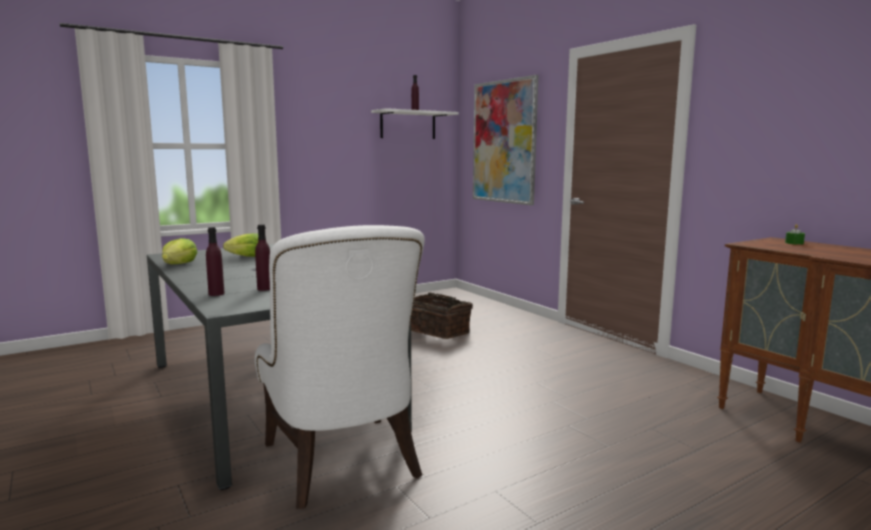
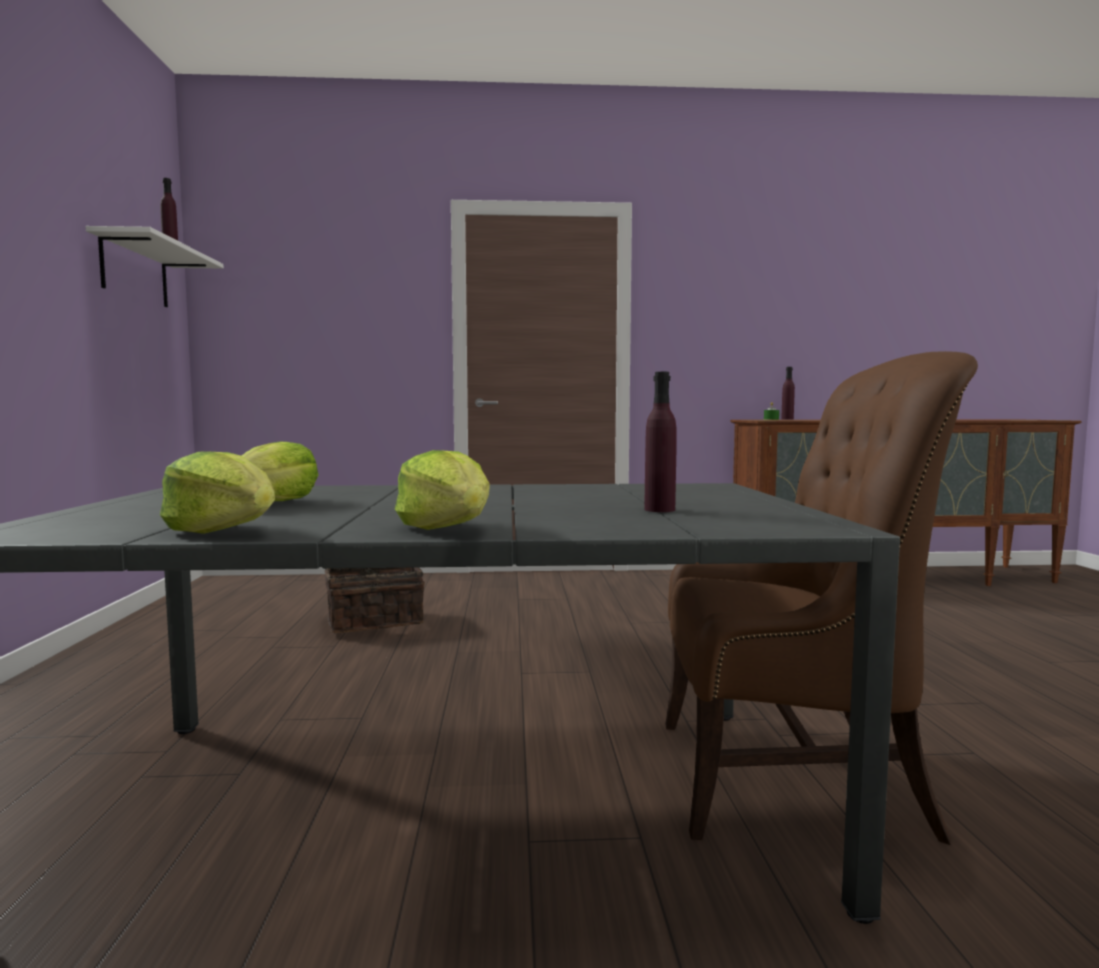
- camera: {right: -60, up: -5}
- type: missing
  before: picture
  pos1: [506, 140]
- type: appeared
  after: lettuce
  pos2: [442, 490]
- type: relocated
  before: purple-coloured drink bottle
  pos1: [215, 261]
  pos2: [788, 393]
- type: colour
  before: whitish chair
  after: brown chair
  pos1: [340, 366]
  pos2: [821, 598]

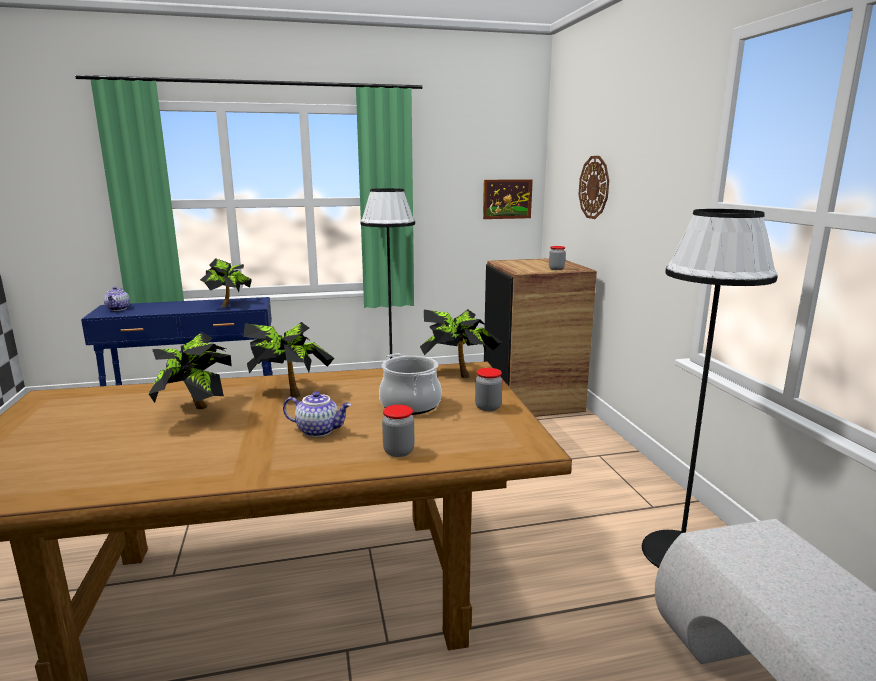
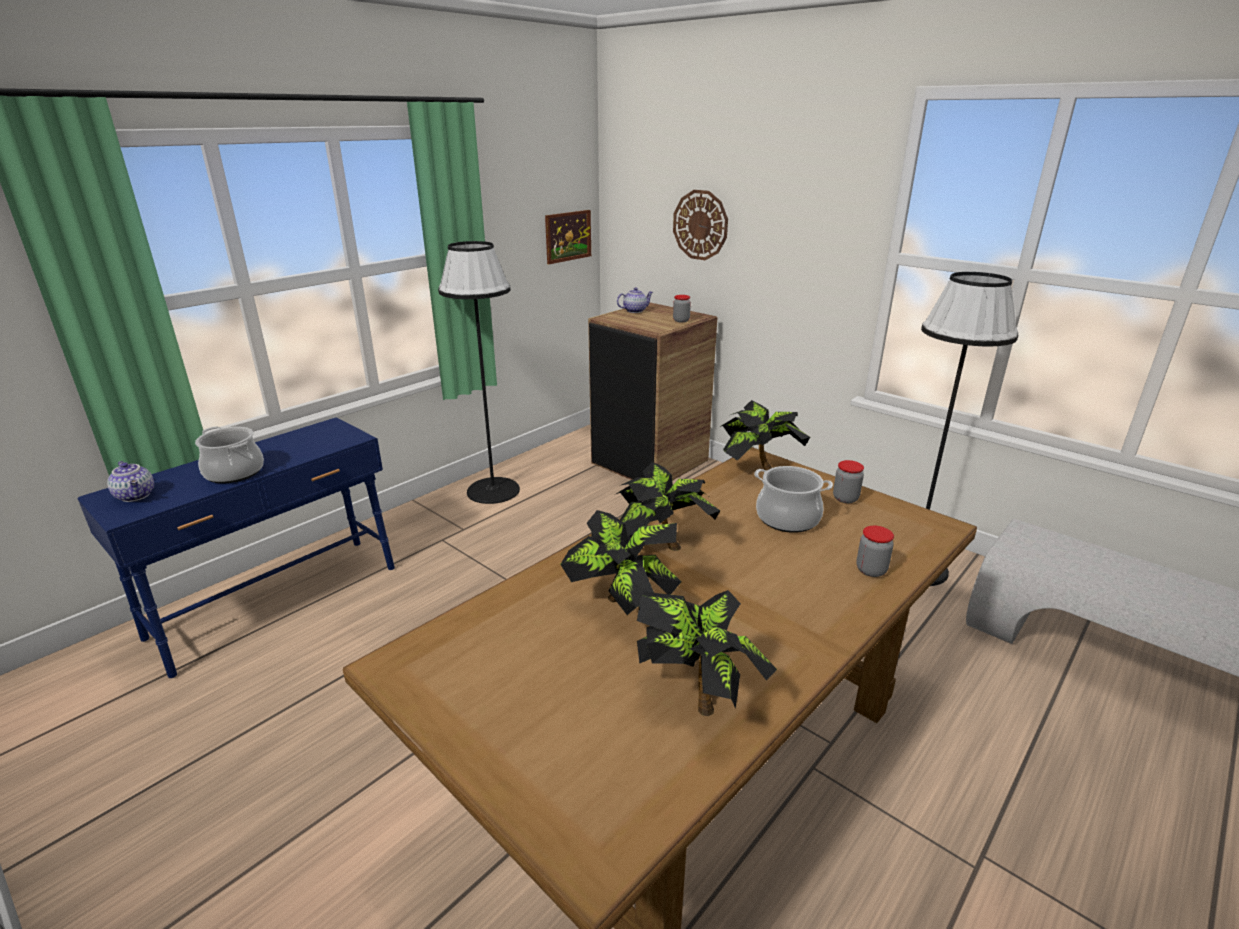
- camera: {right: -35, up: 10}
- type: appeared
  after: stockpot
  pos2: [229, 454]
- type: relocated
  before: plant in a pot
  pos1: [226, 282]
  pos2: [707, 653]
- type: relocated
  before: teapot
  pos1: [317, 414]
  pos2: [635, 300]

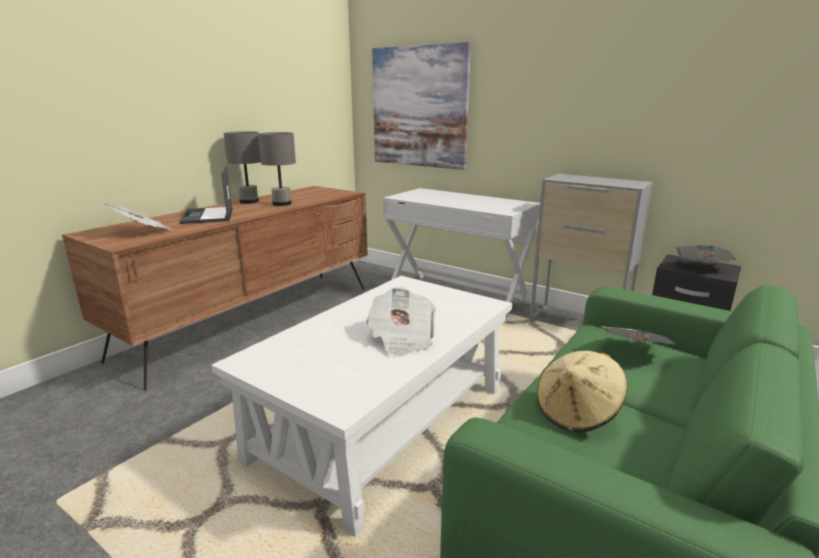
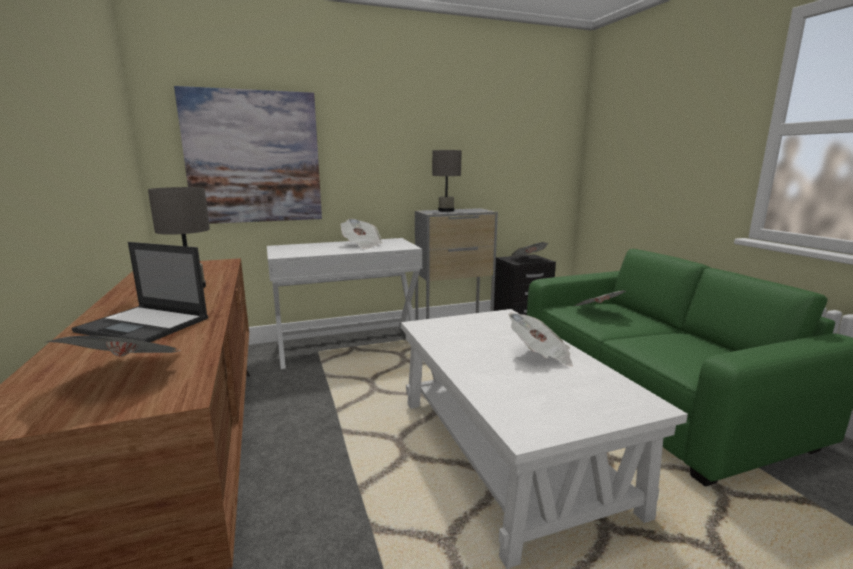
- camera: {right: -55, up: -5}
- type: missing
  before: sand-coloured wearable hat
  pos1: [582, 392]
- type: appeared
  after: printed paper
  pos2: [362, 234]
- type: relocated
  before: greyish lamp for a table
  pos1: [242, 167]
  pos2: [446, 181]

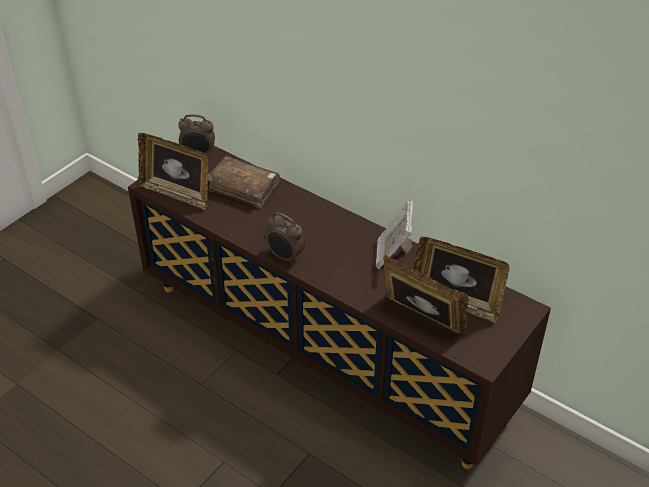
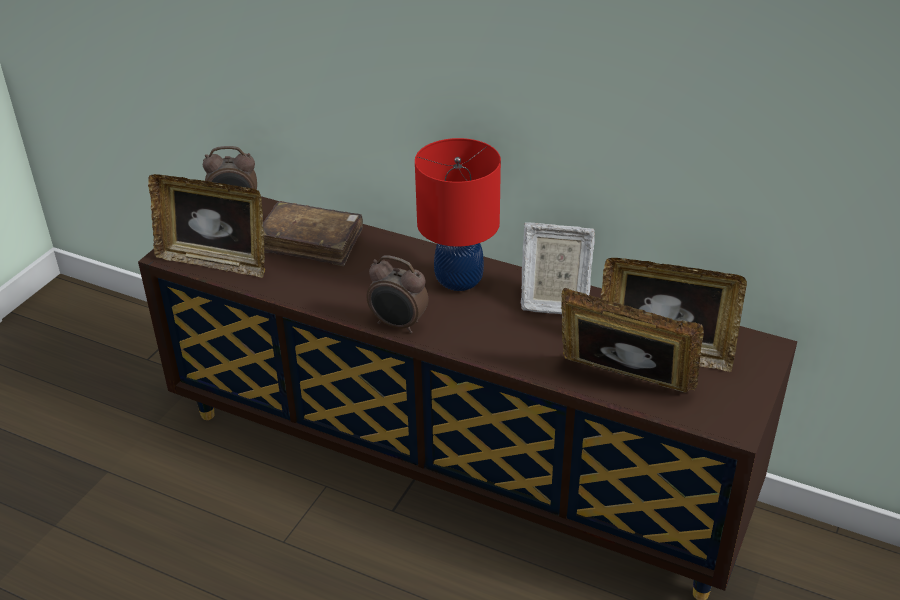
- camera: {right: -10, up: -5}
- type: appeared
  after: red-coloured lamp for a table
  pos2: [458, 214]
- type: spun
  before: photo frame
  pos1: [394, 234]
  pos2: [558, 268]
  turn: -75

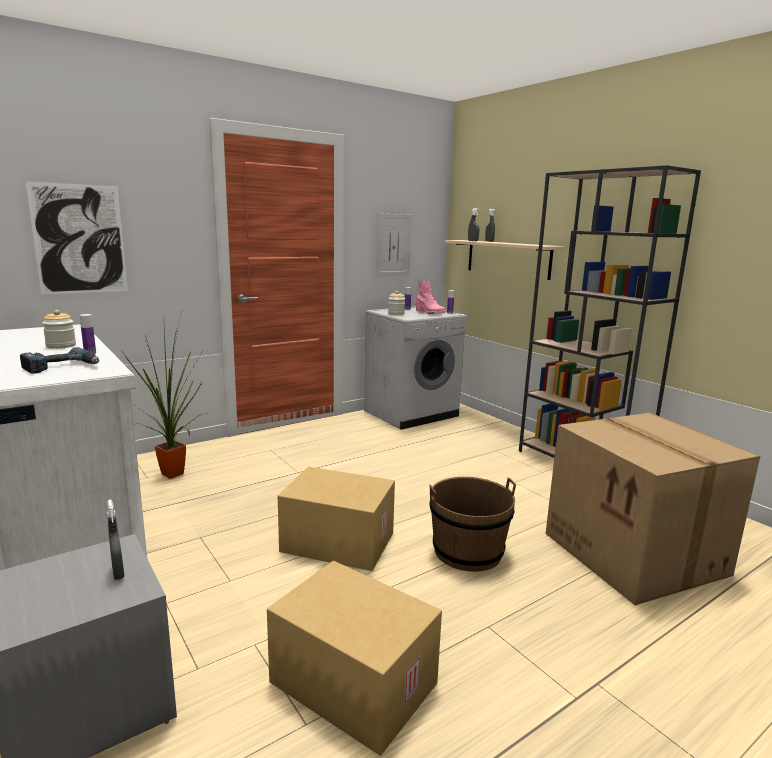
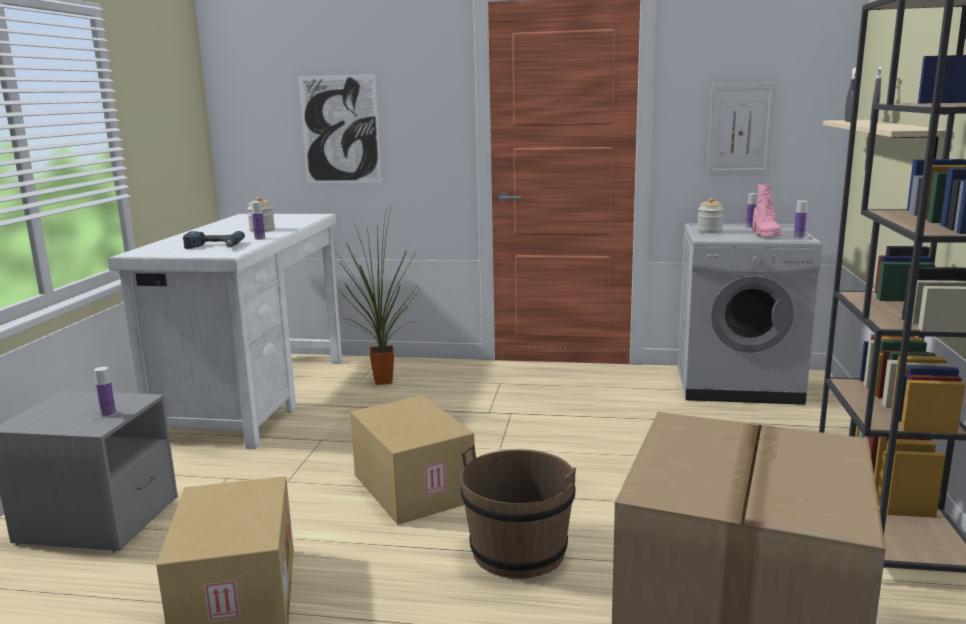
- camera: {right: 45, up: 0}
- type: exchanged
  before: greyish spray bottle
  after: drink bottle
  pos1: [115, 539]
  pos2: [105, 392]

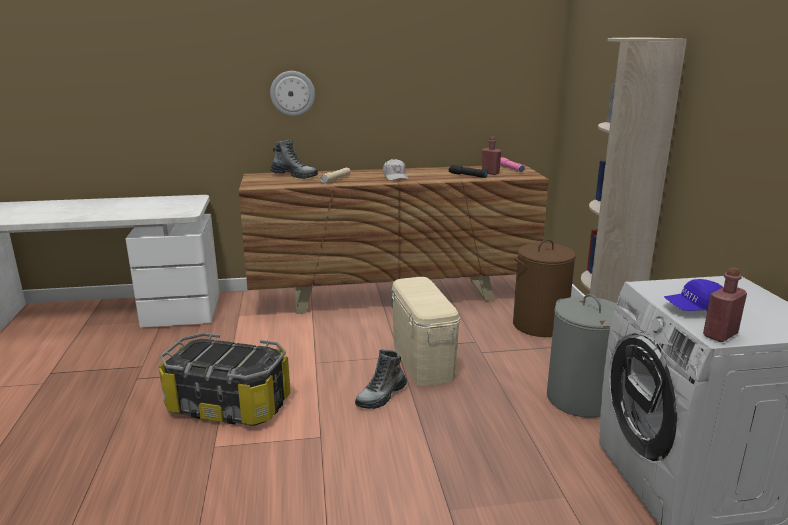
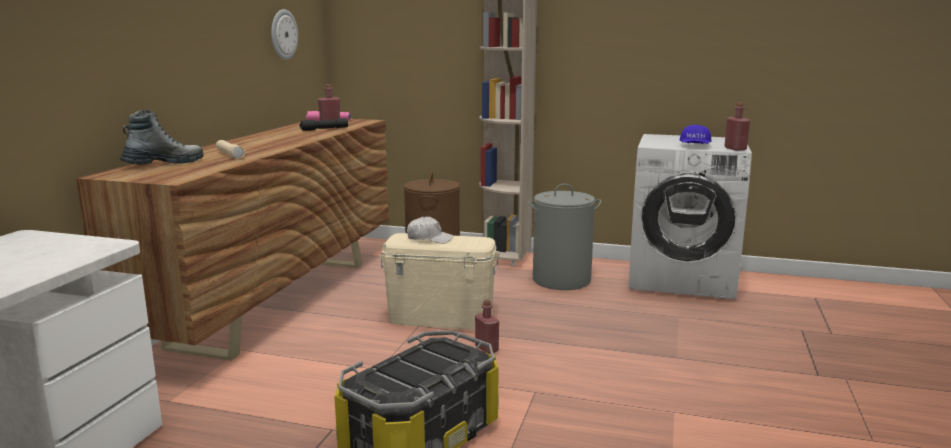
- camera: {right: -65, up: -5}
- type: relocated
  before: clock on the wall
  pos1: [292, 93]
  pos2: [284, 34]
- type: relocated
  before: whitish cap
  pos1: [395, 170]
  pos2: [430, 230]
- type: exchanged
  before: boot
  after: red-coloured drink bottle
  pos1: [381, 379]
  pos2: [487, 327]

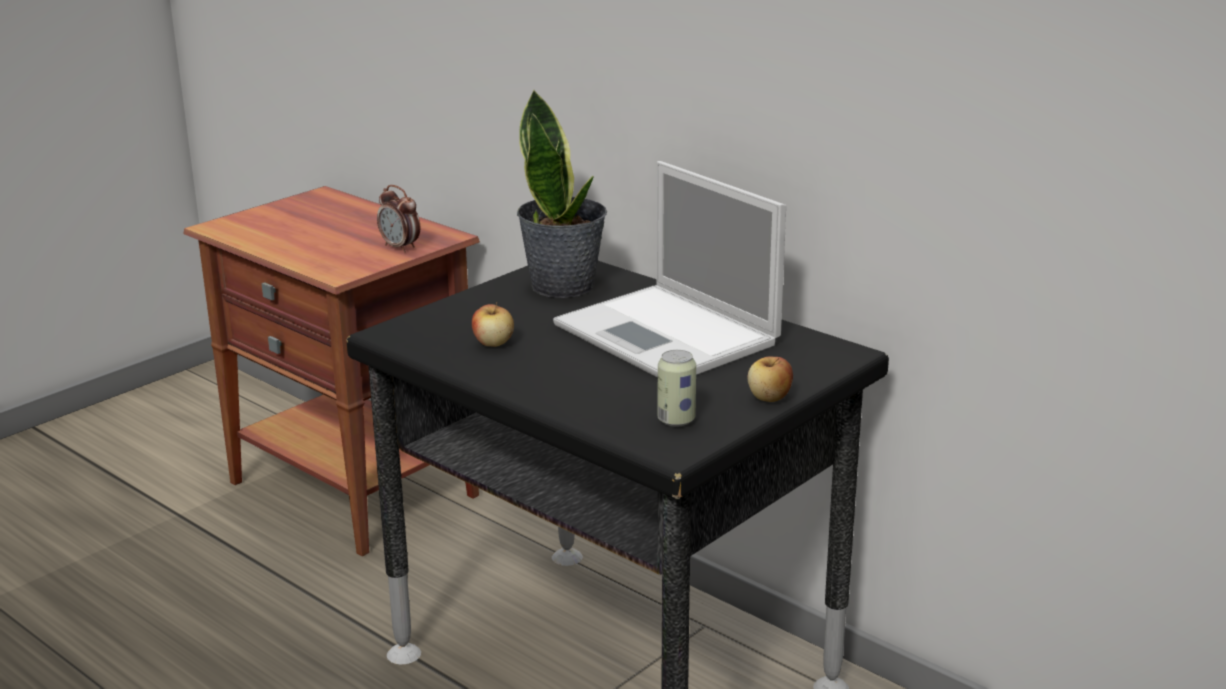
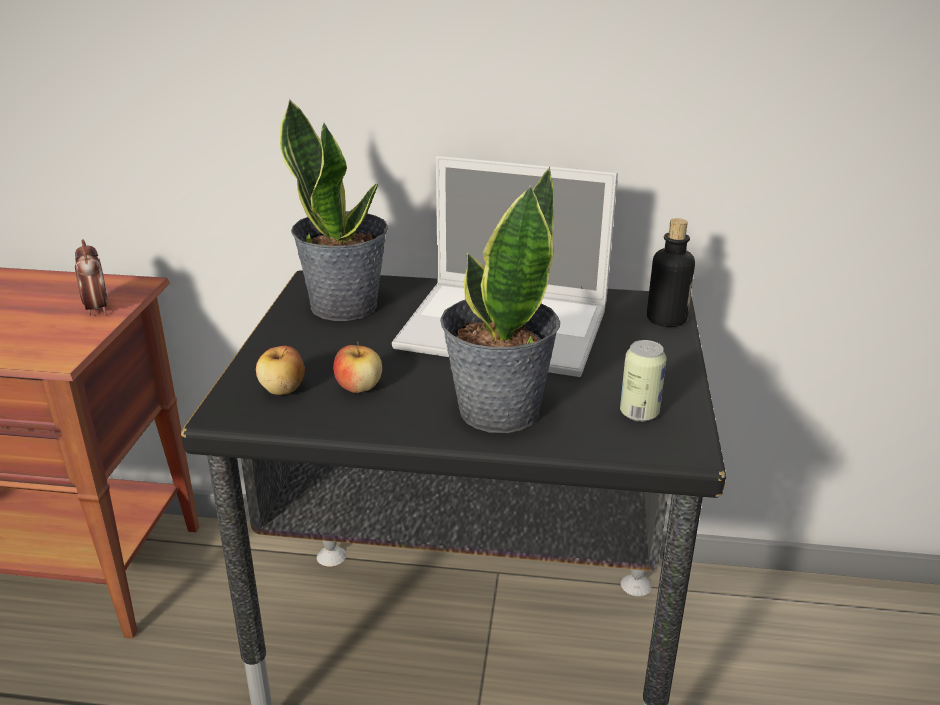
- camera: {right: -35, up: 5}
- type: appeared
  after: plant in a pot
  pos2: [500, 300]
- type: appeared
  after: drink bottle
  pos2: [671, 272]
- type: relocated
  before: apple fruit
  pos1: [770, 379]
  pos2: [280, 370]
- type: spun
  before: table clock
  pos1: [398, 219]
  pos2: [92, 277]
  turn: -120

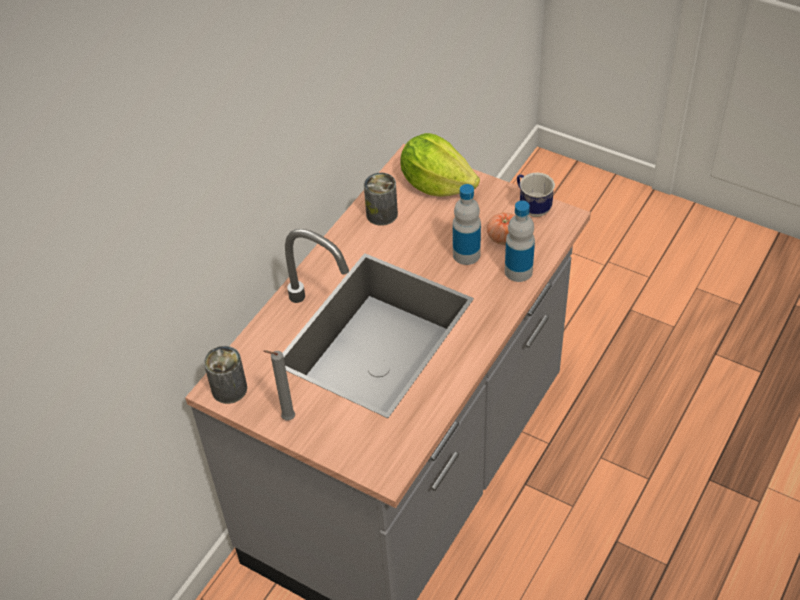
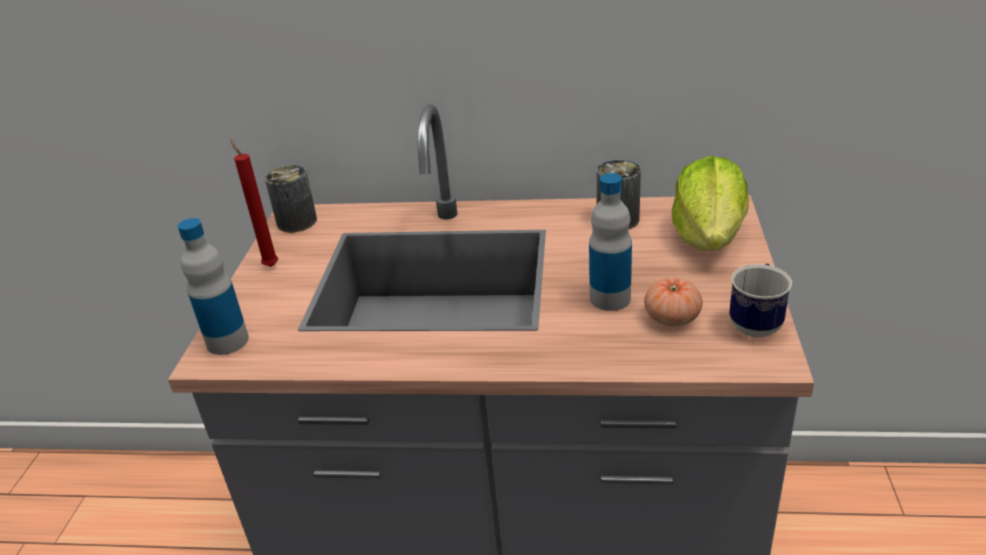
- camera: {right: 65, up: -15}
- type: relocated
  before: drink bottle
  pos1: [520, 241]
  pos2: [213, 286]
- type: colour
  before: greyish wax candle
  after: red-coloured wax candle
  pos1: [279, 385]
  pos2: [254, 203]

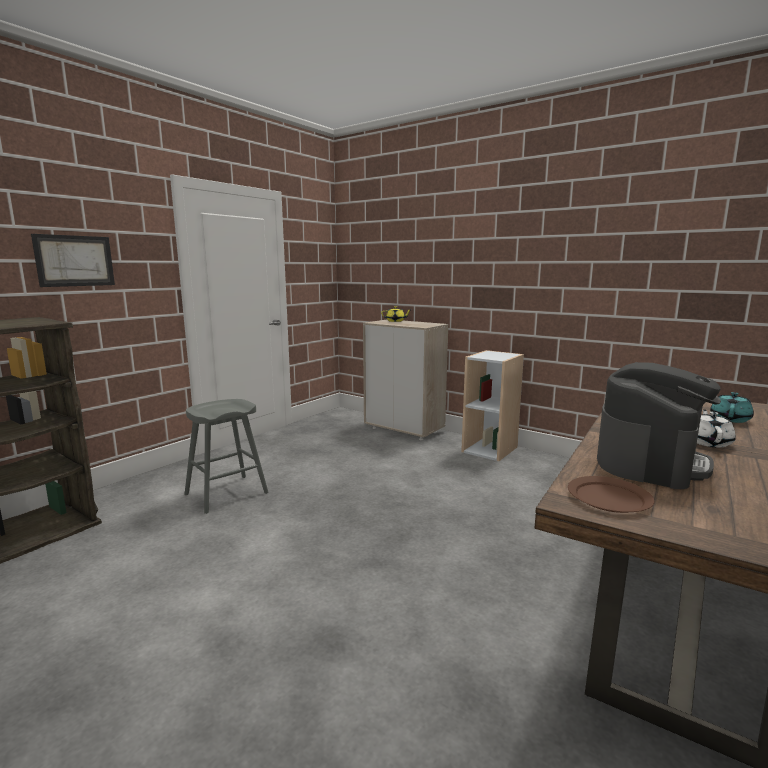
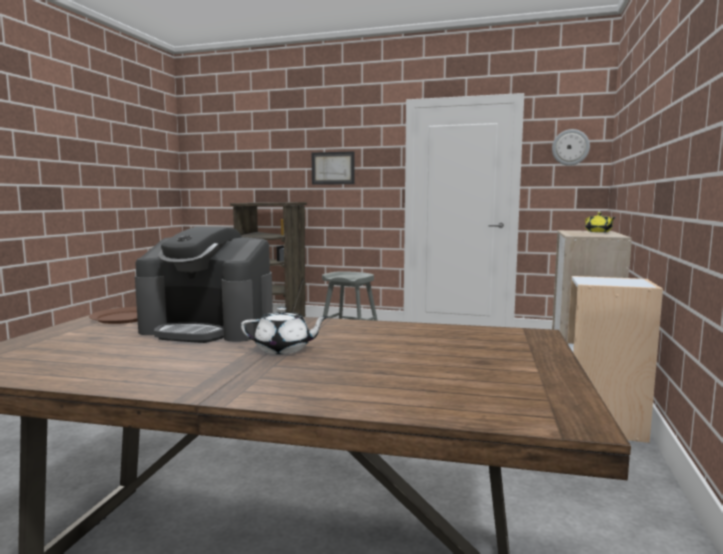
- camera: {right: 70, up: -5}
- type: missing
  before: blue-green teapot
  pos1: [732, 407]
- type: appeared
  after: clock on the wall
  pos2: [571, 147]

